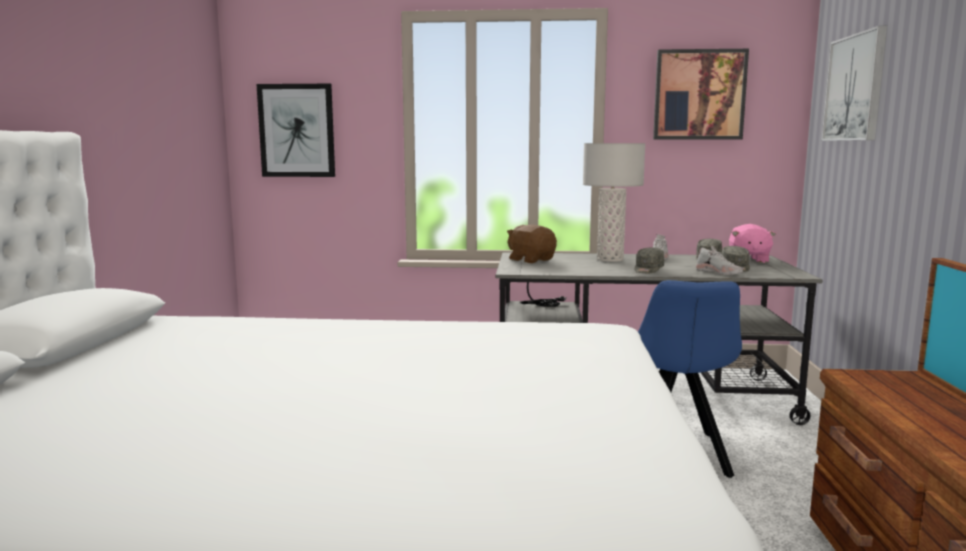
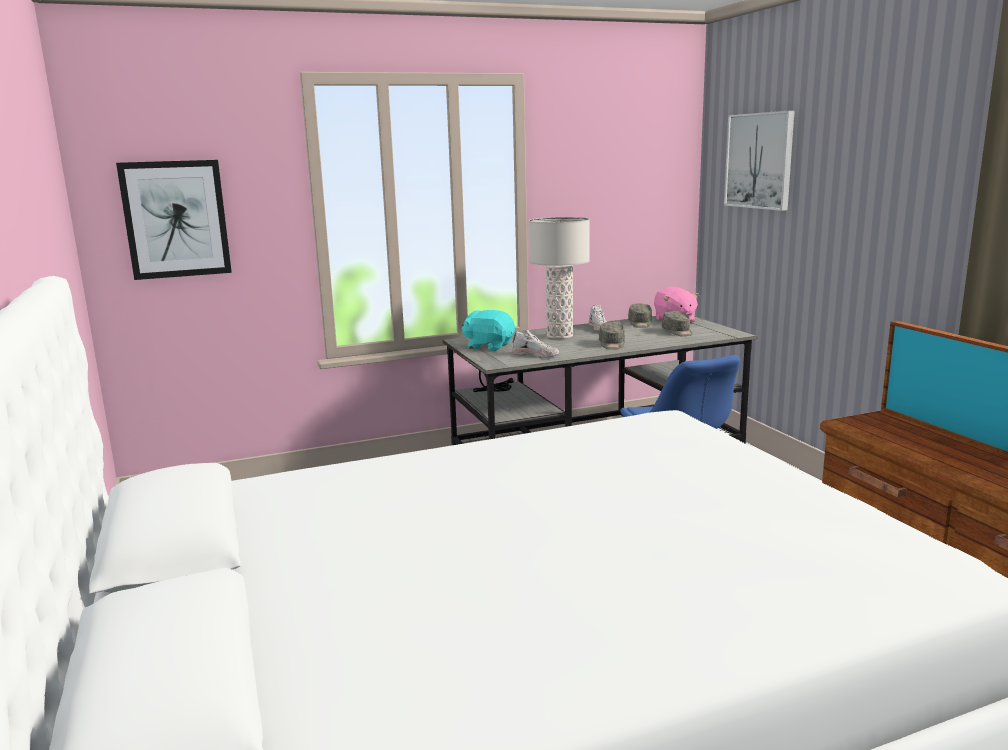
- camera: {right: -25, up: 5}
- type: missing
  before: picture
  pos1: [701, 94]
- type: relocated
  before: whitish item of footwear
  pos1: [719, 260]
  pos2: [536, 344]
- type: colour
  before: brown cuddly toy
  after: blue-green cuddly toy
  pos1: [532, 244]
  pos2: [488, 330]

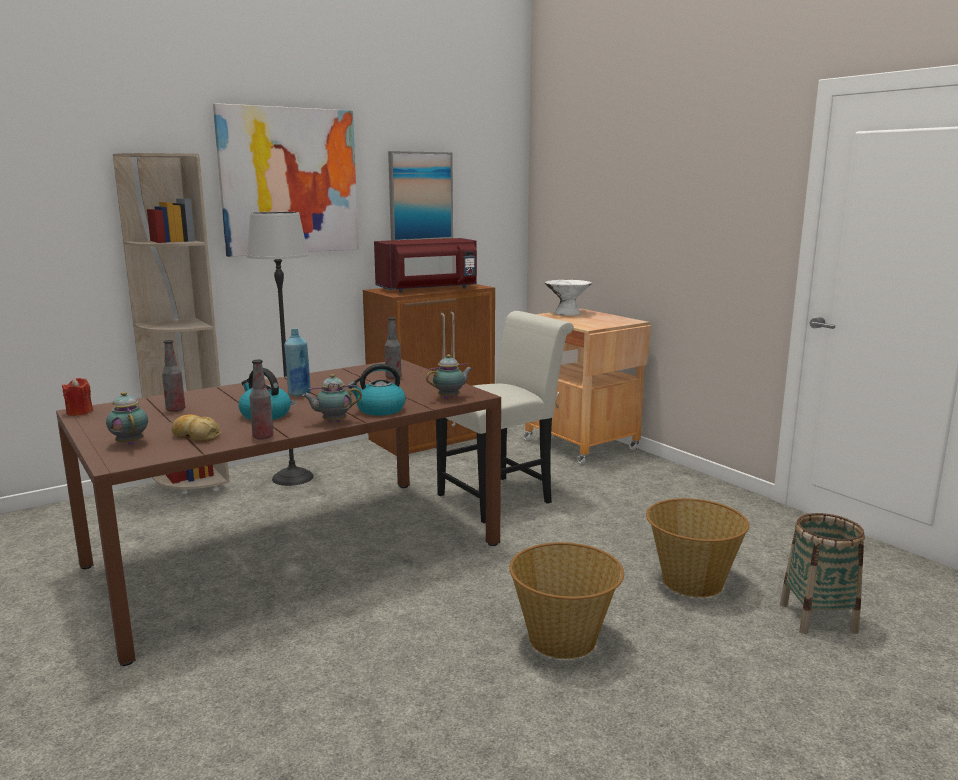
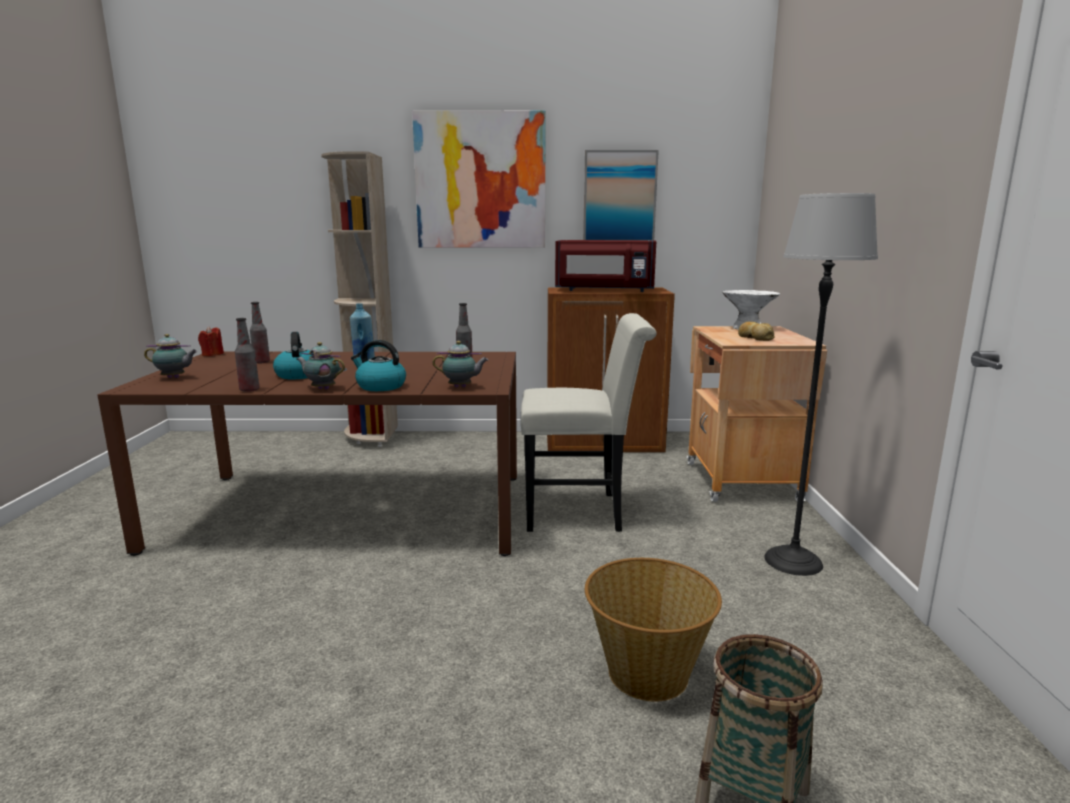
- camera: {right: 35, up: 0}
- type: missing
  before: storage basket
  pos1: [566, 600]
- type: relocated
  before: bakery bread
  pos1: [196, 428]
  pos2: [756, 331]
- type: relocated
  before: floor lamp
  pos1: [280, 349]
  pos2: [821, 384]
- type: spun
  before: teapot
  pos1: [127, 418]
  pos2: [171, 356]
  turn: 90

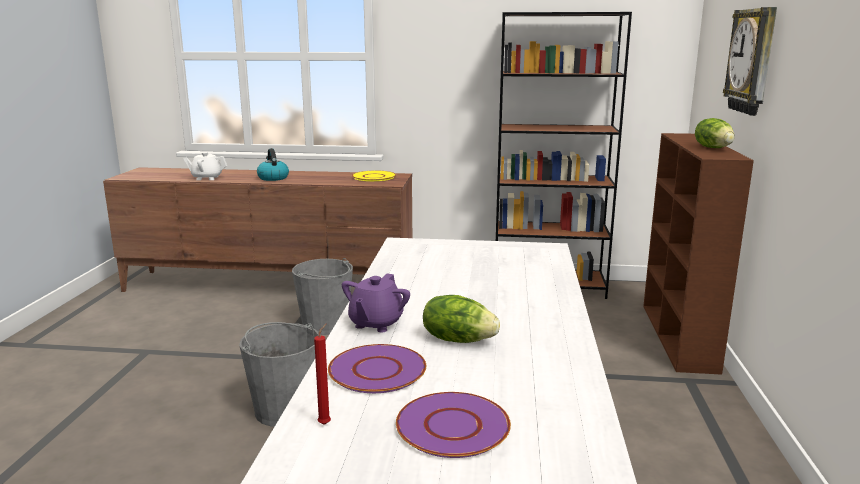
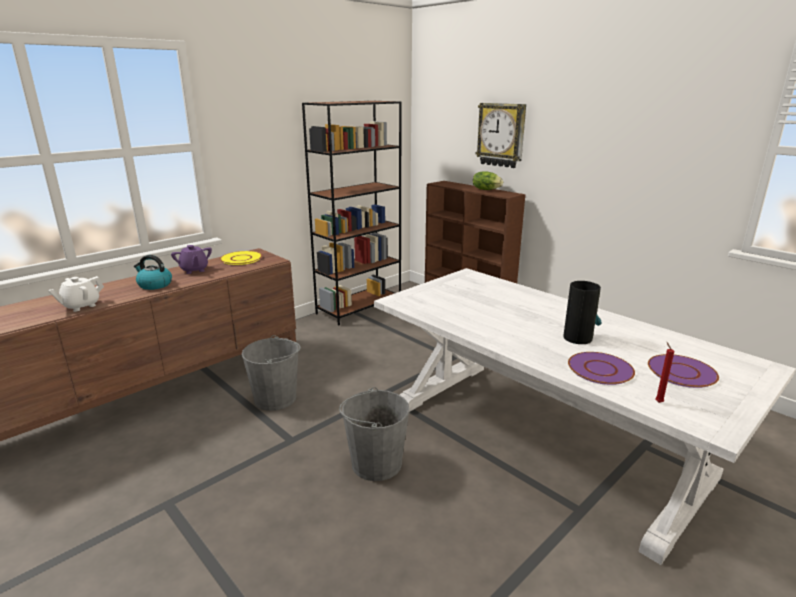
- camera: {right: -50, up: 5}
- type: relocated
  before: purple-coloured teapot
  pos1: [376, 302]
  pos2: [191, 259]
- type: exchanged
  before: lettuce
  after: vase
  pos1: [461, 319]
  pos2: [582, 312]

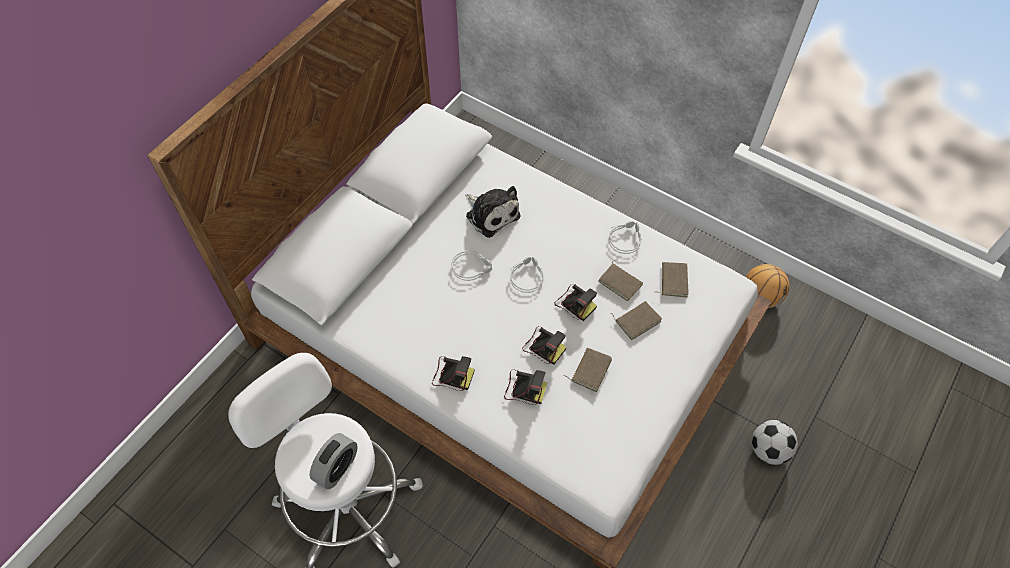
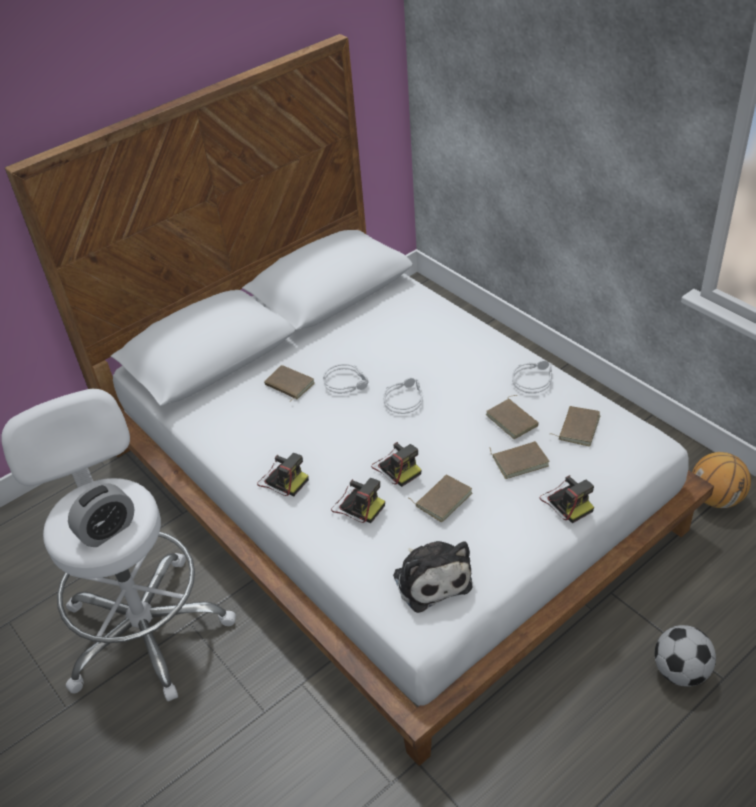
- camera: {right: 20, up: -15}
- type: appeared
  after: brown book
  pos2: [289, 383]
- type: relocated
  before: cuddly toy
  pos1: [493, 212]
  pos2: [432, 577]
- type: relocated
  before: still camera
  pos1: [576, 302]
  pos2: [567, 499]

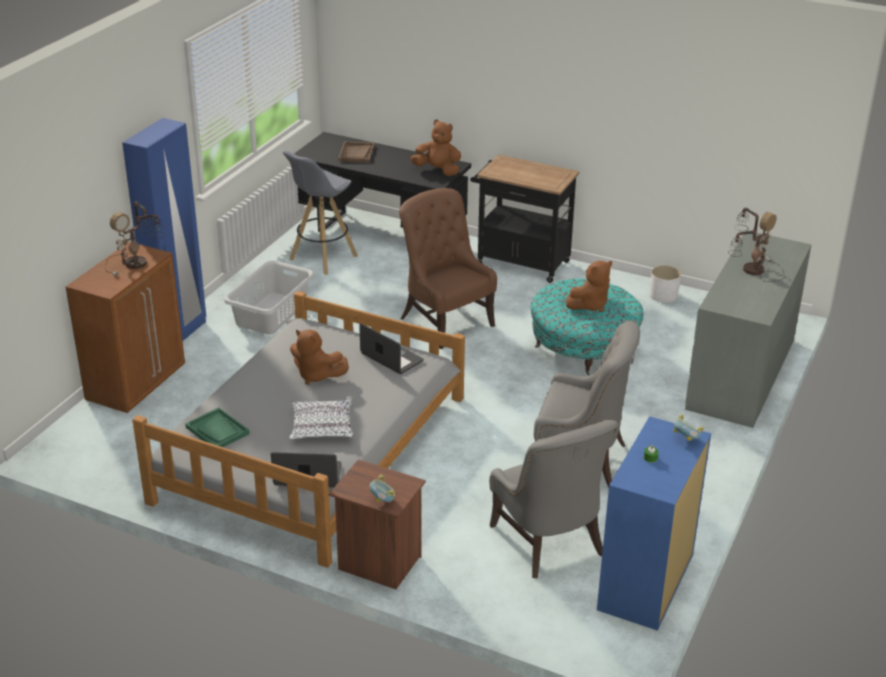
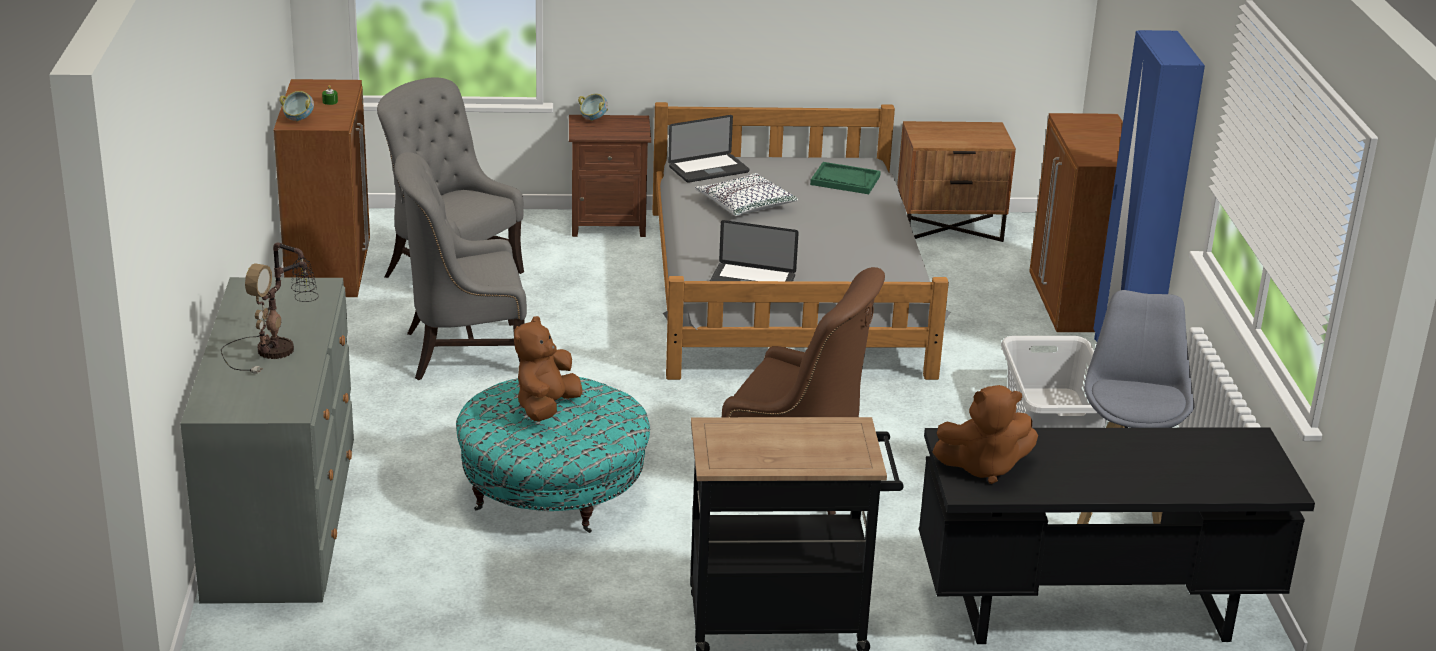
- camera: {right: 150, up: -5}
- type: missing
  before: lamp for a table
  pos1: [135, 238]
- type: missing
  before: brown cuddly toy
  pos1: [319, 357]
- type: missing
  before: brown serving tray
  pos1: [356, 152]
- type: missing
  before: whitish planter
  pos1: [665, 284]
- type: appeared
  after: brown night table
  pos2: [956, 181]
- type: colour
  before: blue storage cabinet
  after: brown storage cabinet
  pos1: [654, 523]
  pos2: [321, 188]

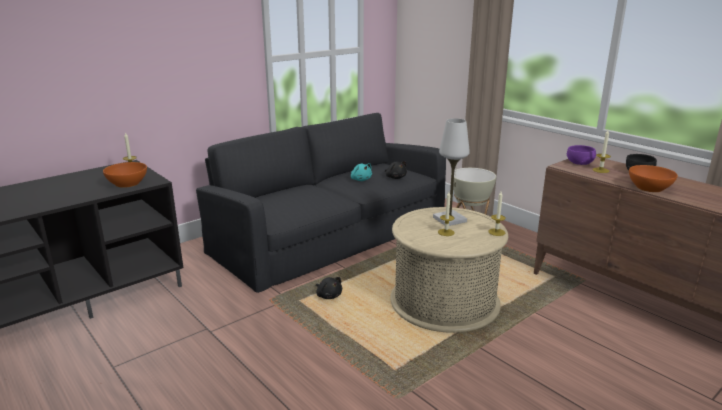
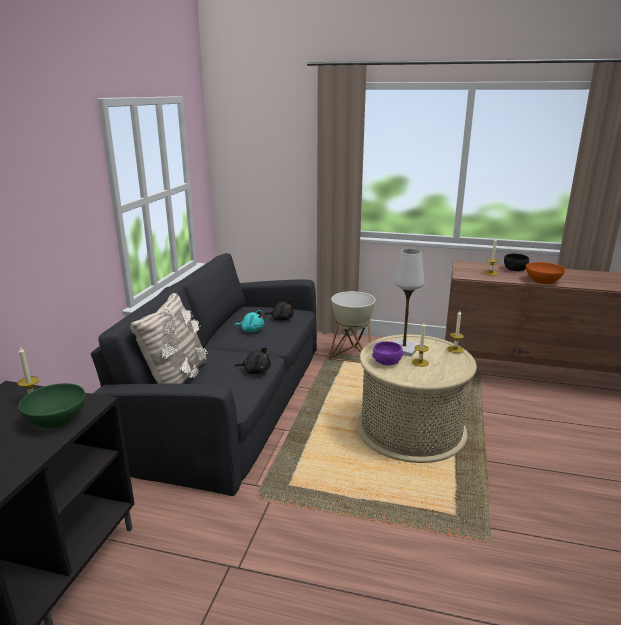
- camera: {right: -35, up: 0}
- type: appeared
  after: sand-coloured pillow
  pos2: [169, 338]
- type: relocated
  before: black cuddly toy
  pos1: [329, 288]
  pos2: [252, 360]
- type: relocated
  before: purple-coloured bowl
  pos1: [581, 155]
  pos2: [387, 353]
- type: colour
  before: orange-coloured bowl
  after: green-coloured bowl
  pos1: [125, 175]
  pos2: [51, 406]

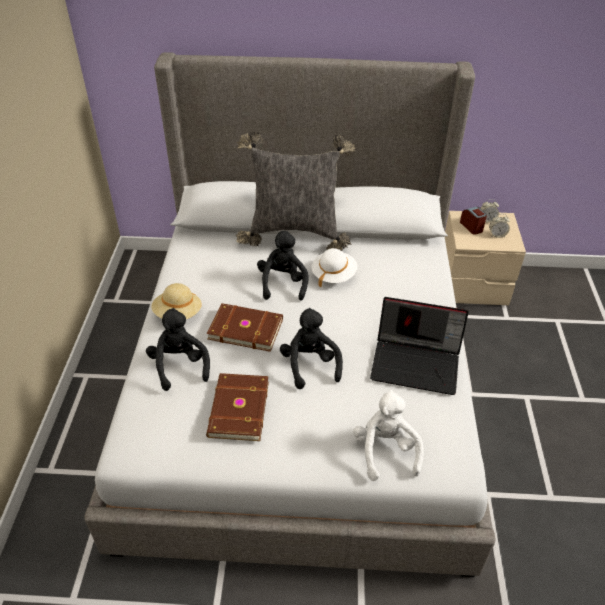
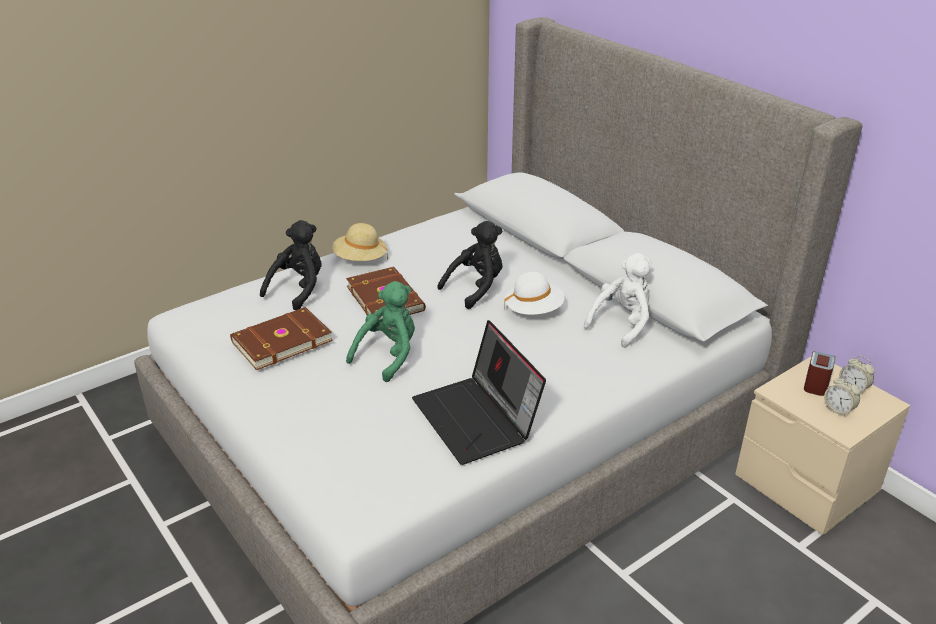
- camera: {right: 50, up: -10}
- type: missing
  before: pillow
  pos1: [295, 191]
- type: relocated
  before: whitish cuddly toy
  pos1: [388, 435]
  pos2: [617, 300]
- type: colour
  before: black cuddly toy
  after: green-coloured cuddly toy
  pos1: [311, 348]
  pos2: [380, 331]

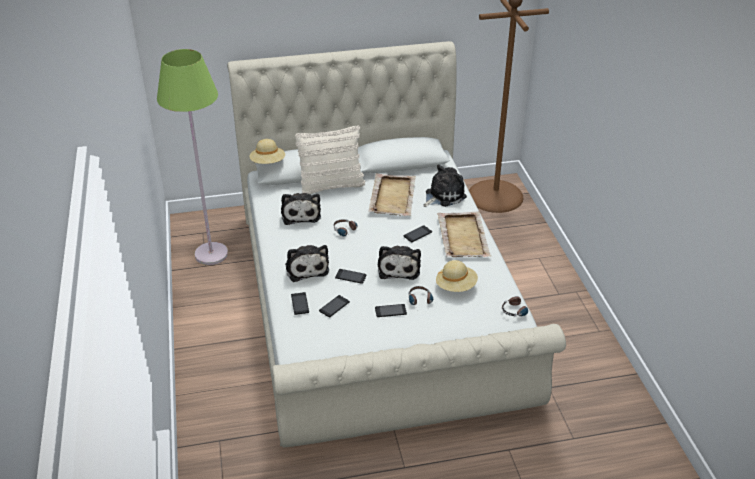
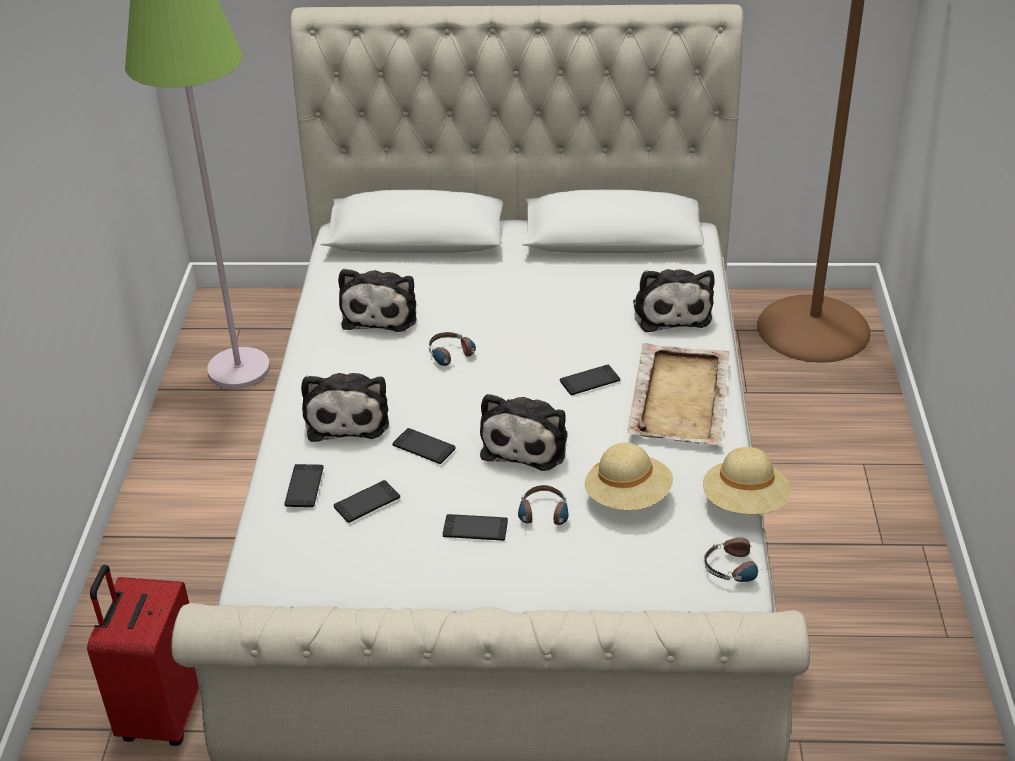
- camera: {right: 15, up: 0}
- type: missing
  before: sand-coloured pillow
  pos1: [330, 159]
- type: missing
  before: sand-coloured serving tray
  pos1: [392, 194]
- type: appeared
  after: red-coloured piece of luggage
  pos2: [143, 655]
- type: relocated
  before: sand-coloured wearable hat
  pos1: [267, 151]
  pos2: [747, 480]
- type: spun
  before: cuddly toy
  pos1: [445, 185]
  pos2: [674, 300]
  turn: 105

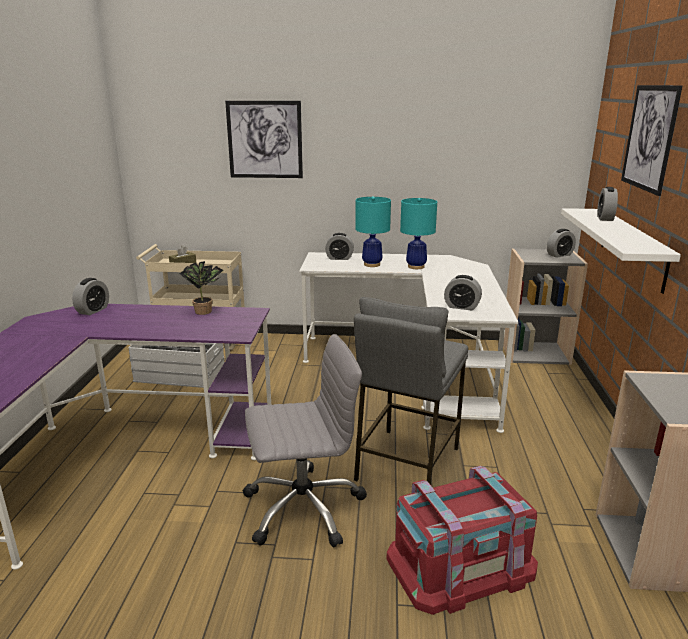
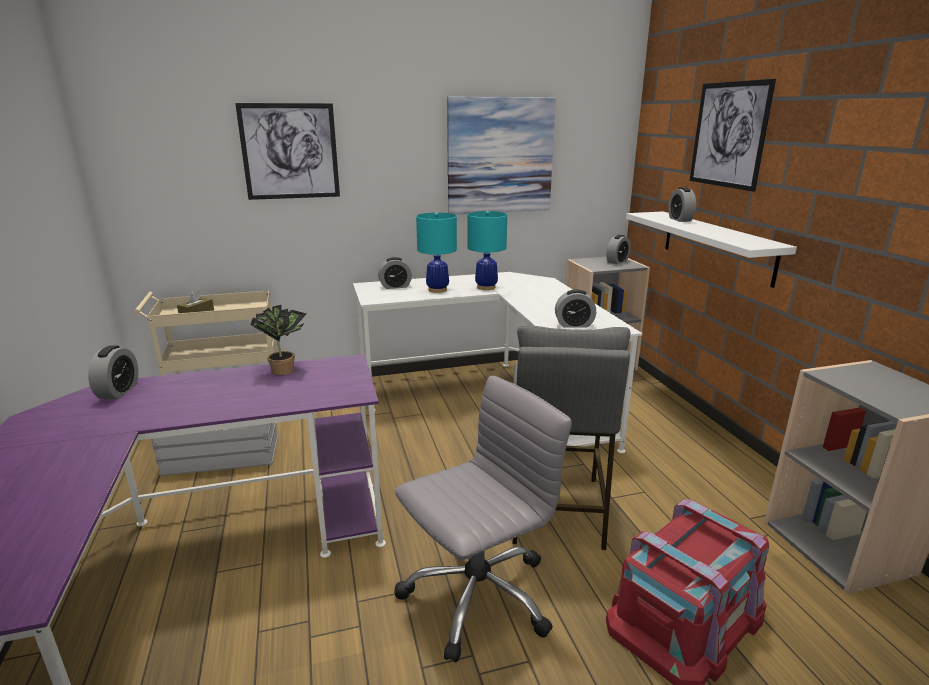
- camera: {right: -20, up: 0}
- type: appeared
  after: picture
  pos2: [501, 156]

